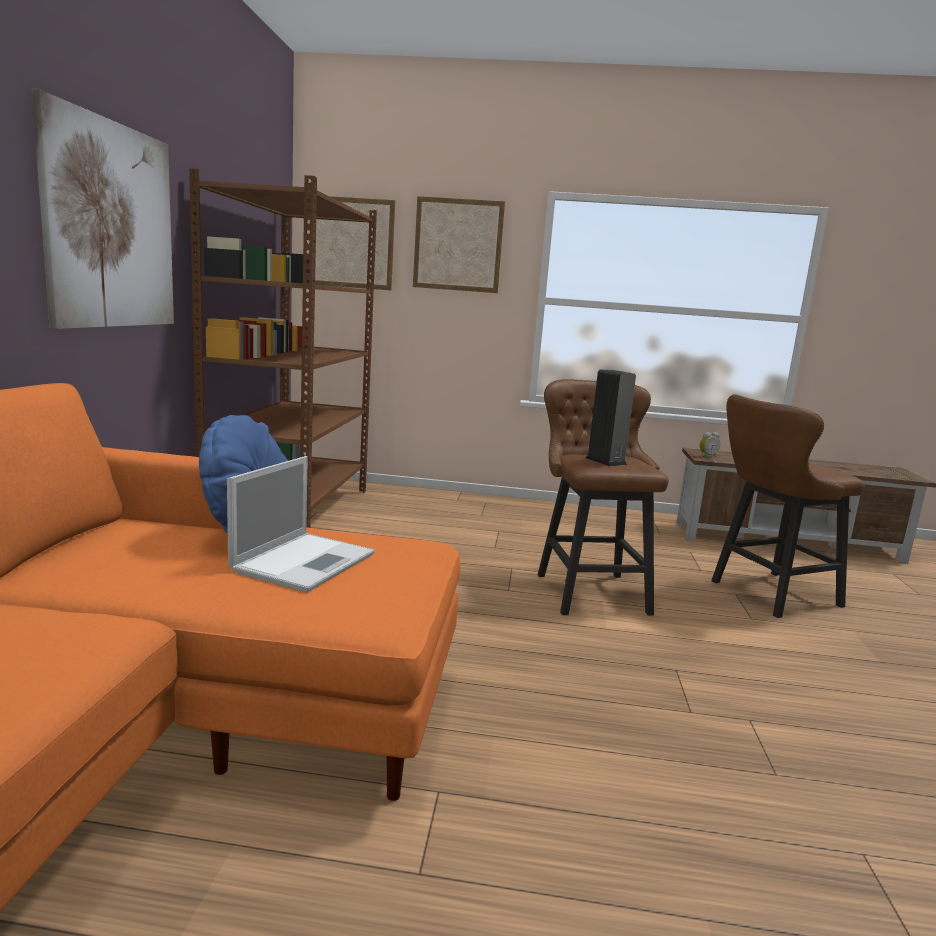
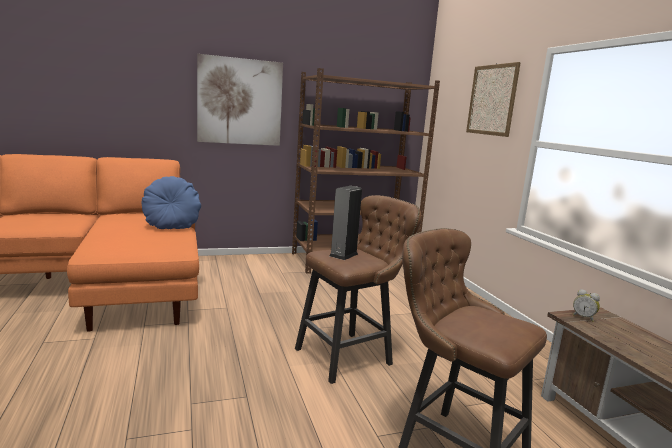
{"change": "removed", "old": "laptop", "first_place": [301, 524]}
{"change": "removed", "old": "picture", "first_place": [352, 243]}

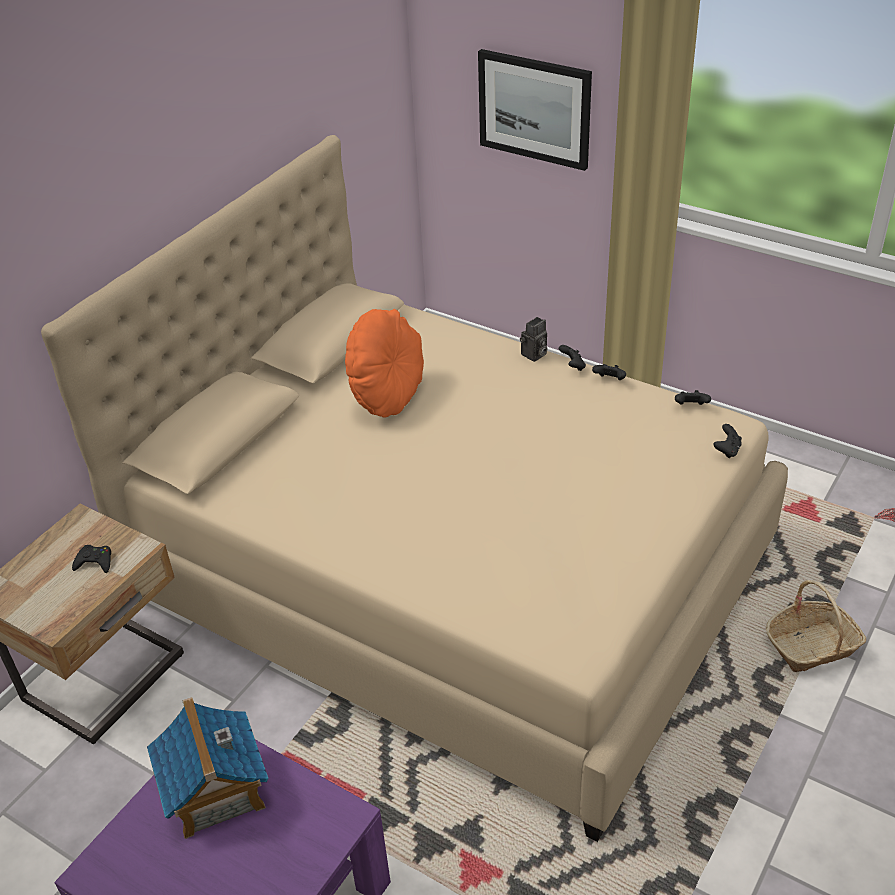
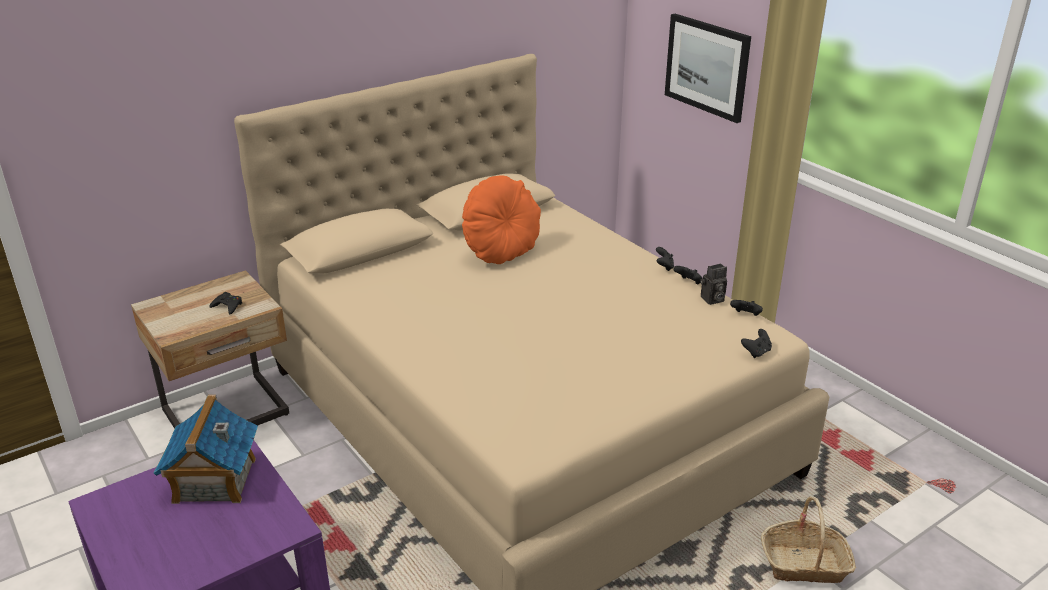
{"change": "moved", "old": "photo camera", "first_place": [533, 339], "second_place": [713, 284]}

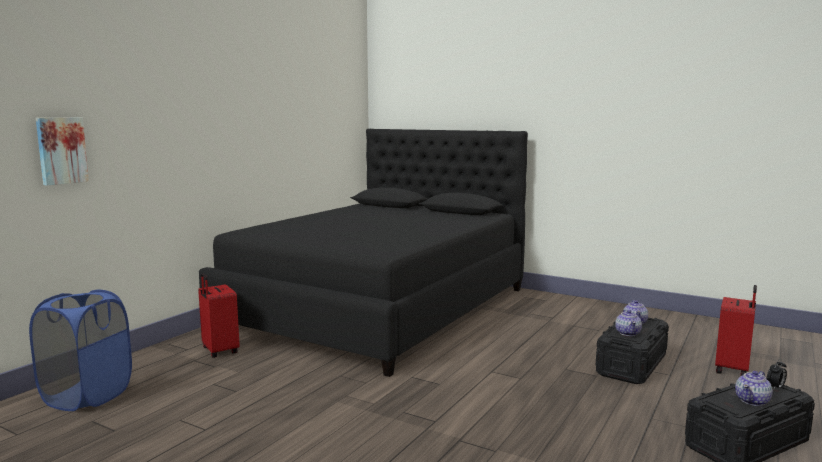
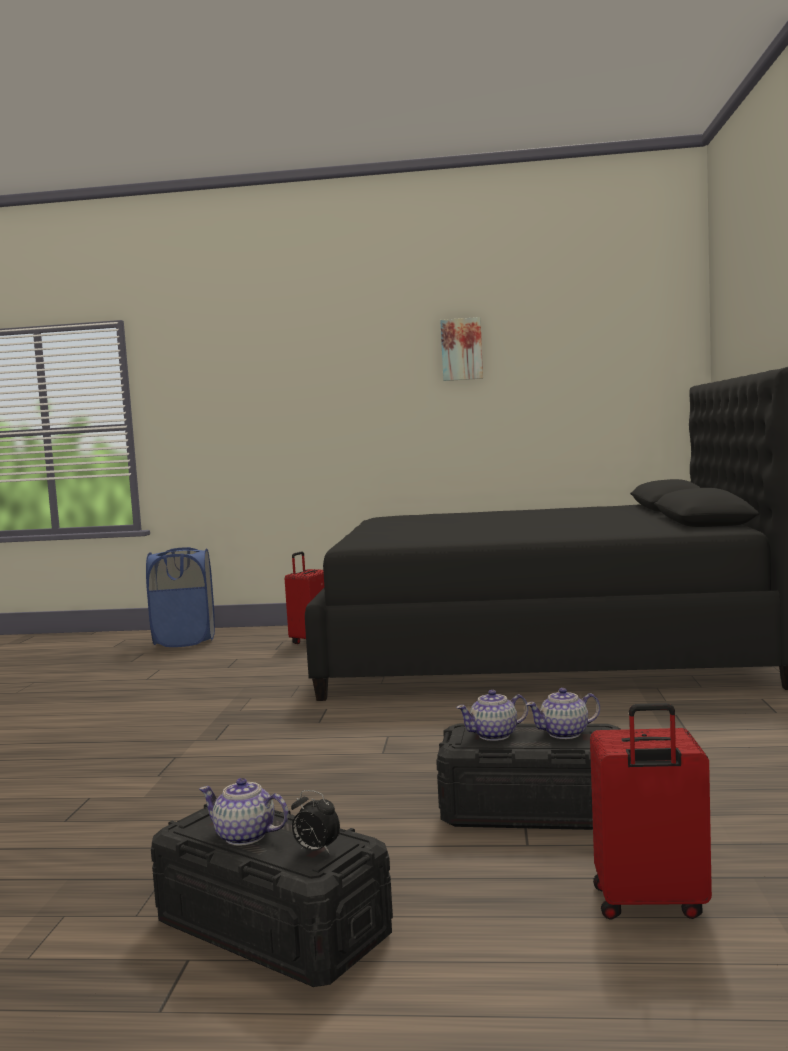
{"change": "moved", "old": "picture", "first_place": [62, 152], "second_place": [461, 349]}

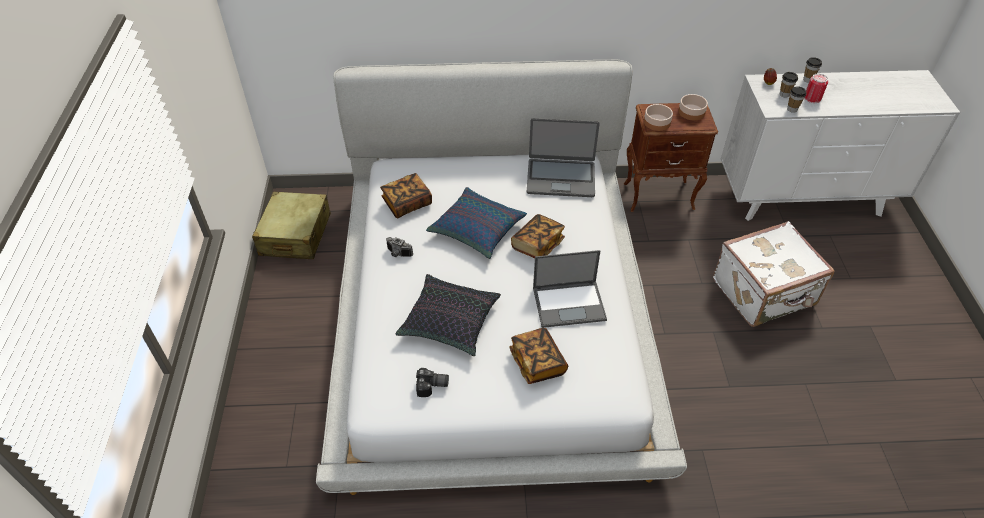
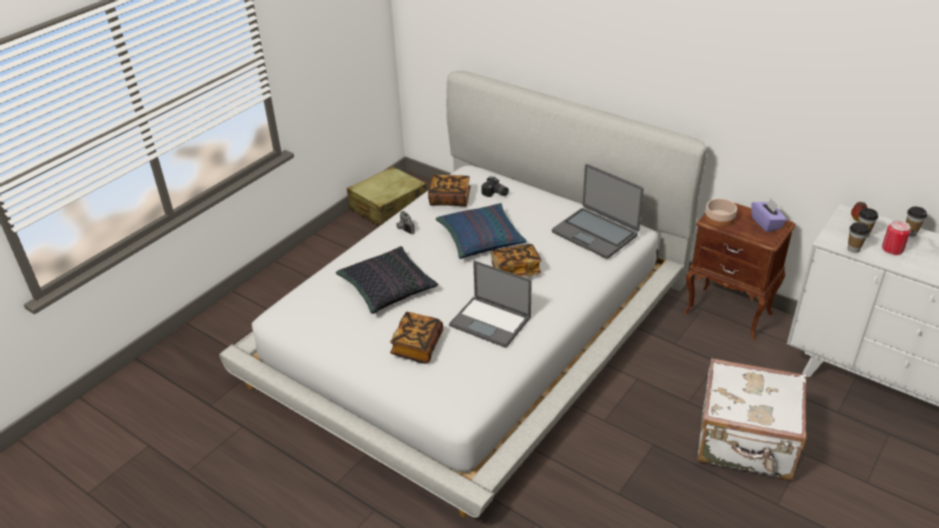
{"change": "moved", "old": "photo camera", "first_place": [432, 382], "second_place": [495, 186]}
{"change": "replaced", "old": "bowl", "new": "tissue box in purple", "first_place": [693, 107], "second_place": [769, 215]}

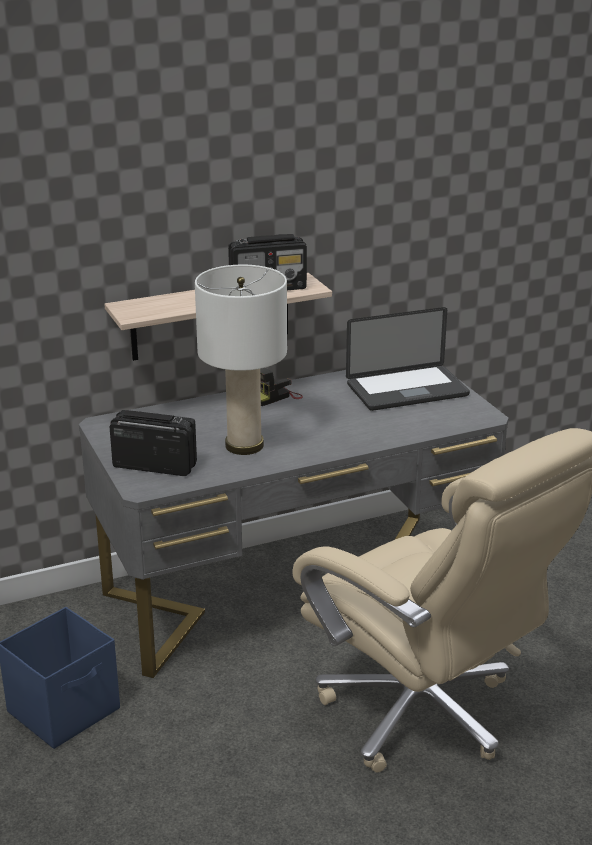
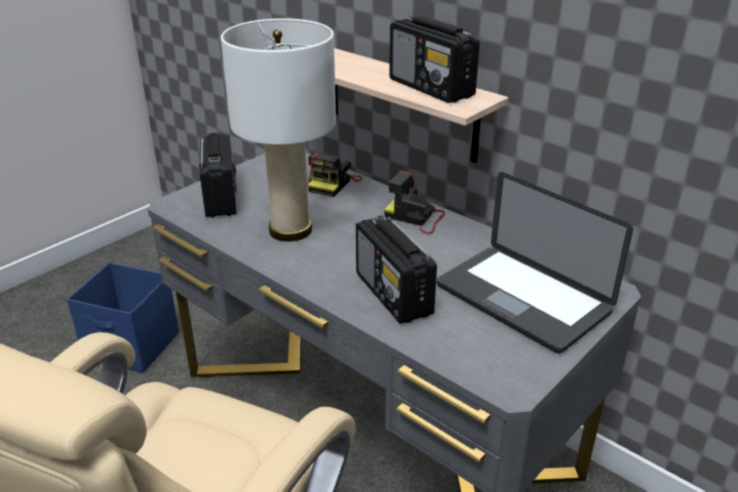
{"change": "added", "new": "photo camera", "second_place": [335, 174]}
{"change": "added", "new": "radio", "second_place": [396, 270]}

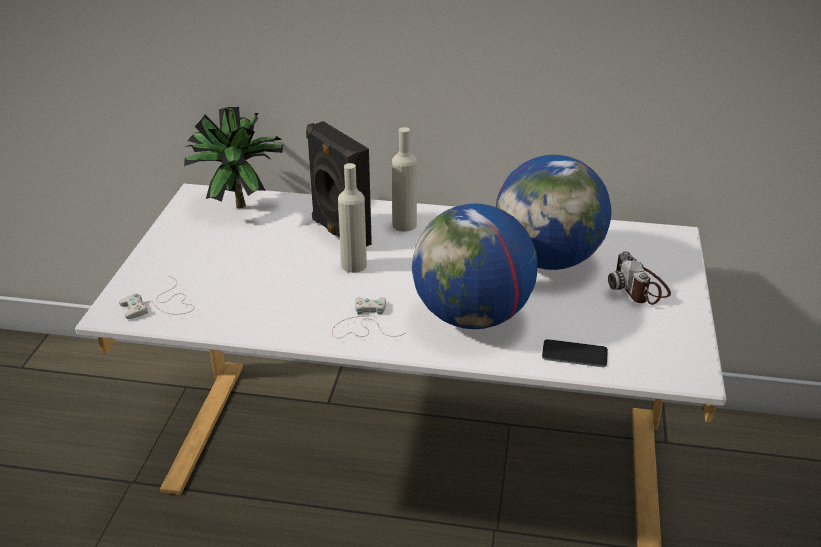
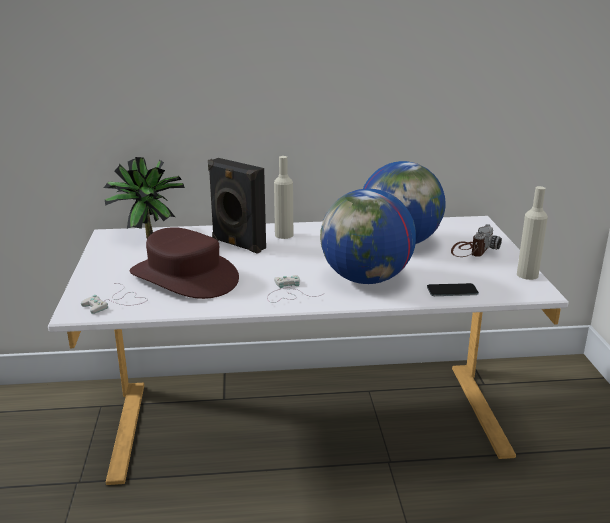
{"change": "added", "new": "hat in brown", "second_place": [184, 263]}
{"change": "moved", "old": "bottle in beige", "first_place": [352, 218], "second_place": [532, 233]}
{"change": "turned", "old": "photo camera", "first_place": [639, 278], "second_place": [476, 240], "degrees": -120}

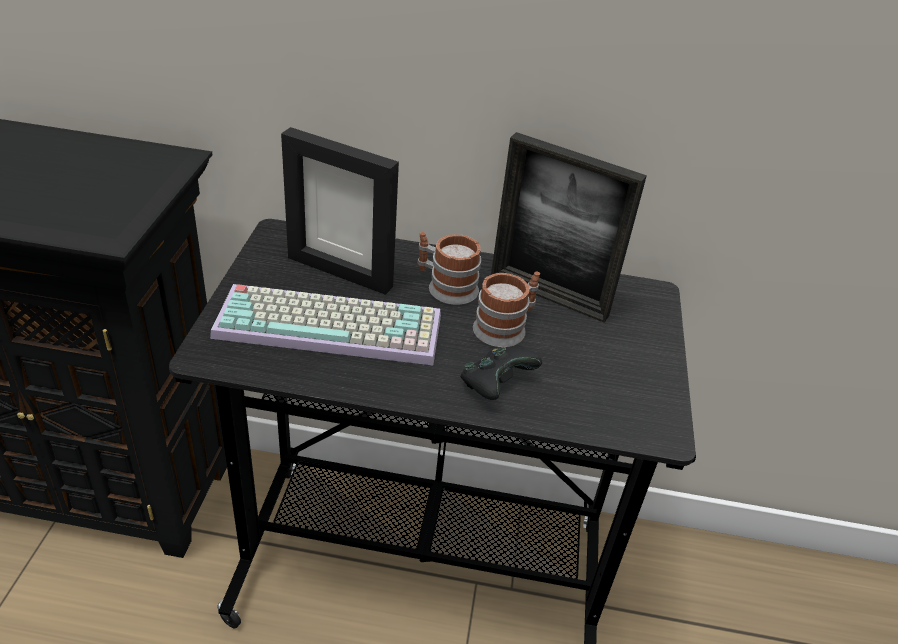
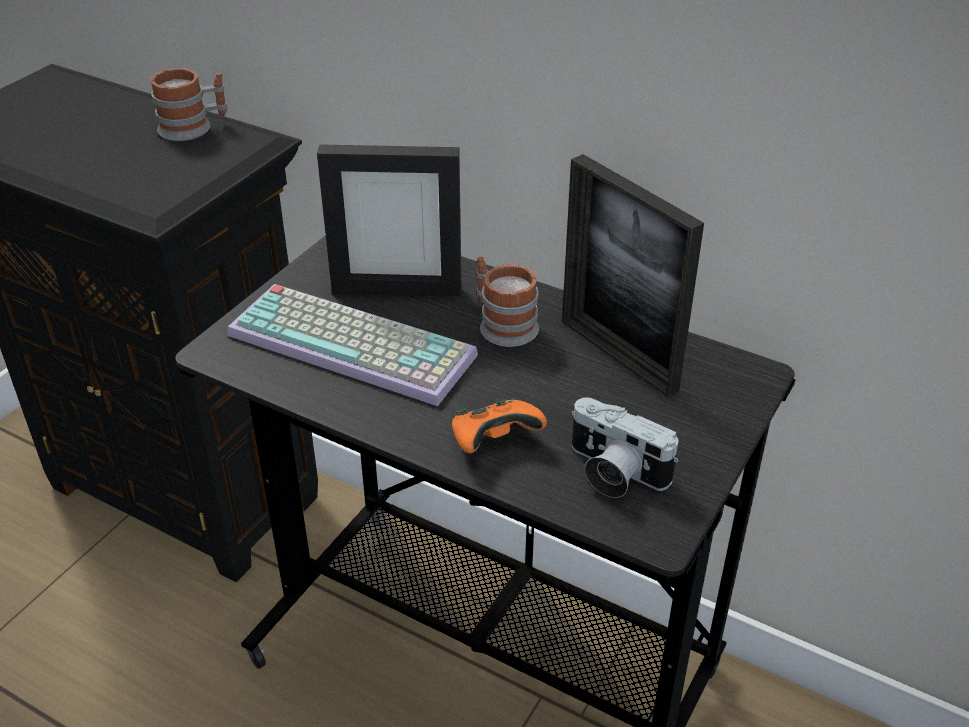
{"change": "added", "new": "photo camera", "second_place": [625, 447]}
{"change": "moved", "old": "mug", "first_place": [506, 309], "second_place": [189, 104]}
{"change": "recoloured", "old": "game controller in black", "new": "game controller in orange", "first_place": [501, 373], "second_place": [499, 426]}
{"change": "turned", "old": "picture frame", "first_place": [340, 211], "second_place": [389, 220], "degrees": -45}

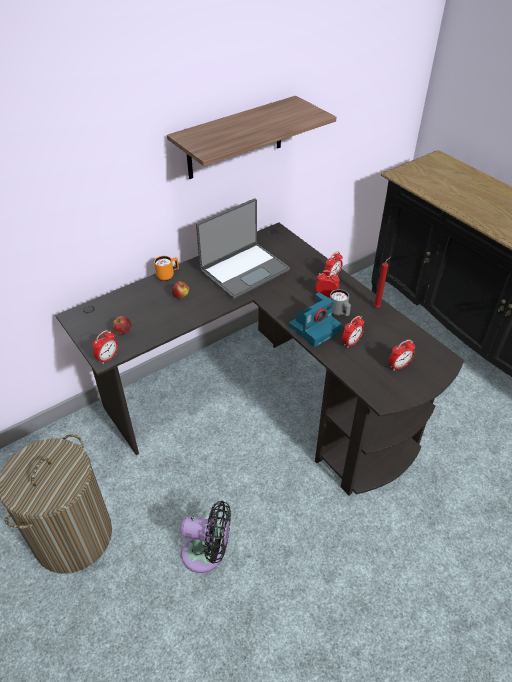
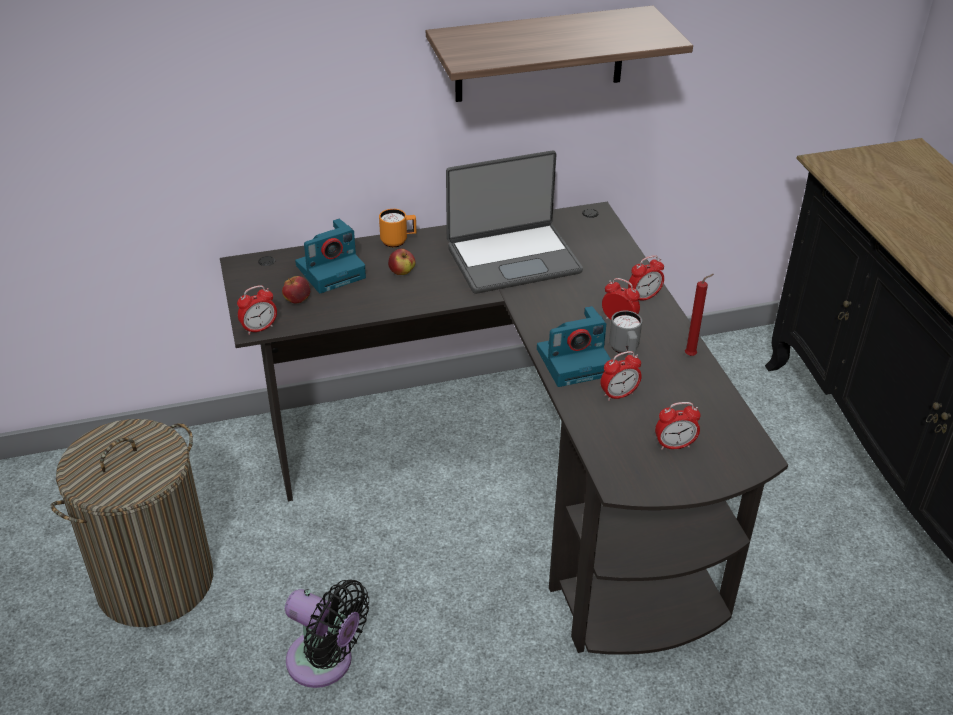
{"change": "added", "new": "photo camera", "second_place": [330, 256]}

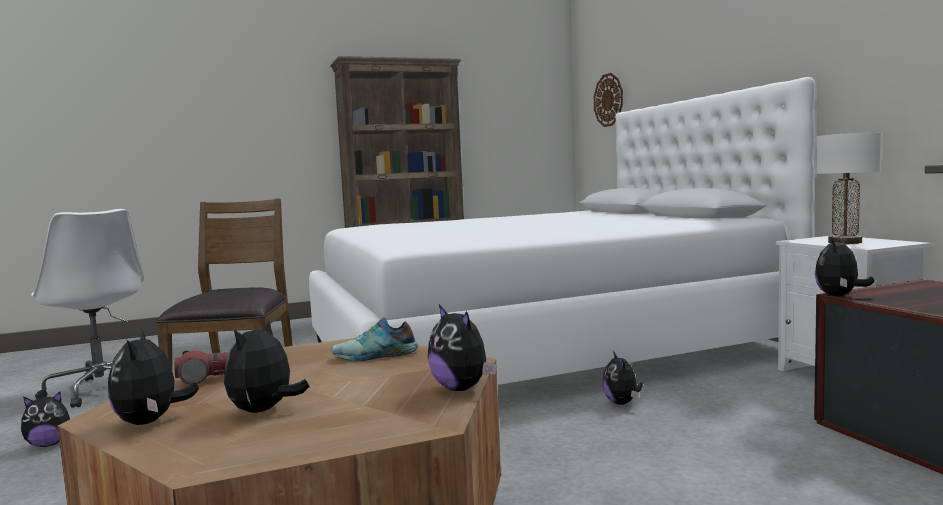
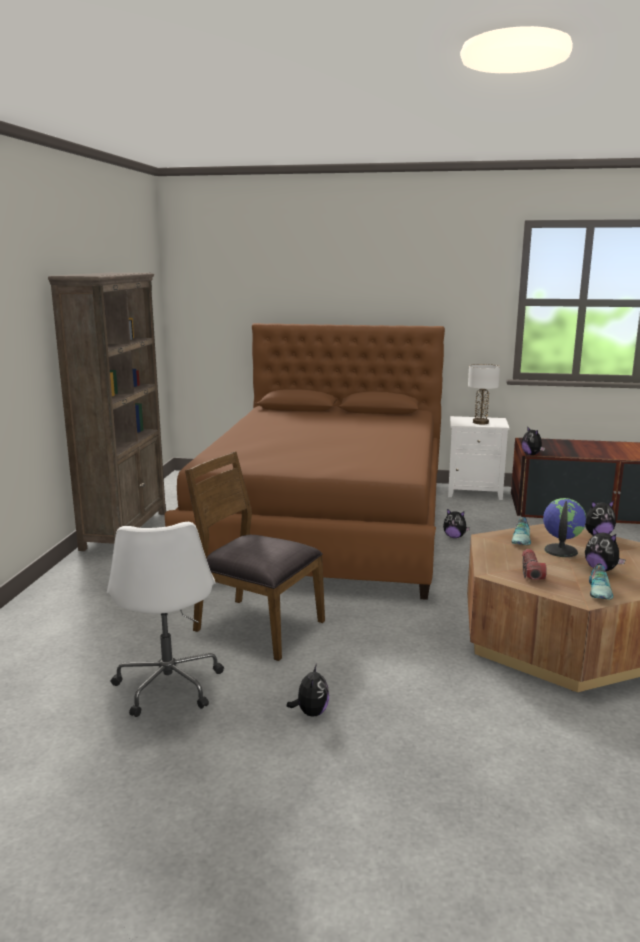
{"change": "removed", "old": "wall clock", "first_place": [608, 100]}
{"change": "added", "new": "globe", "second_place": [564, 527]}
{"change": "replaced", "old": "plush toy", "new": "shoe", "first_place": [153, 377], "second_place": [601, 581]}
{"change": "recoloured", "old": "bed in white", "new": "bed in brown", "first_place": [562, 231], "second_place": [305, 461]}
{"change": "turned", "old": "office chair in white", "first_place": [87, 308], "second_place": [165, 619], "degrees": 90}

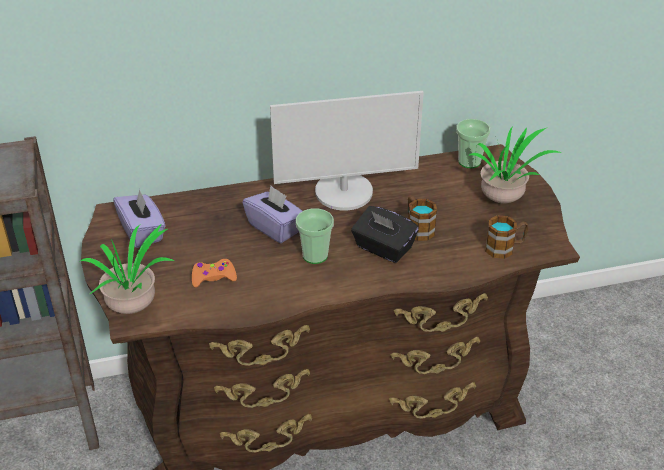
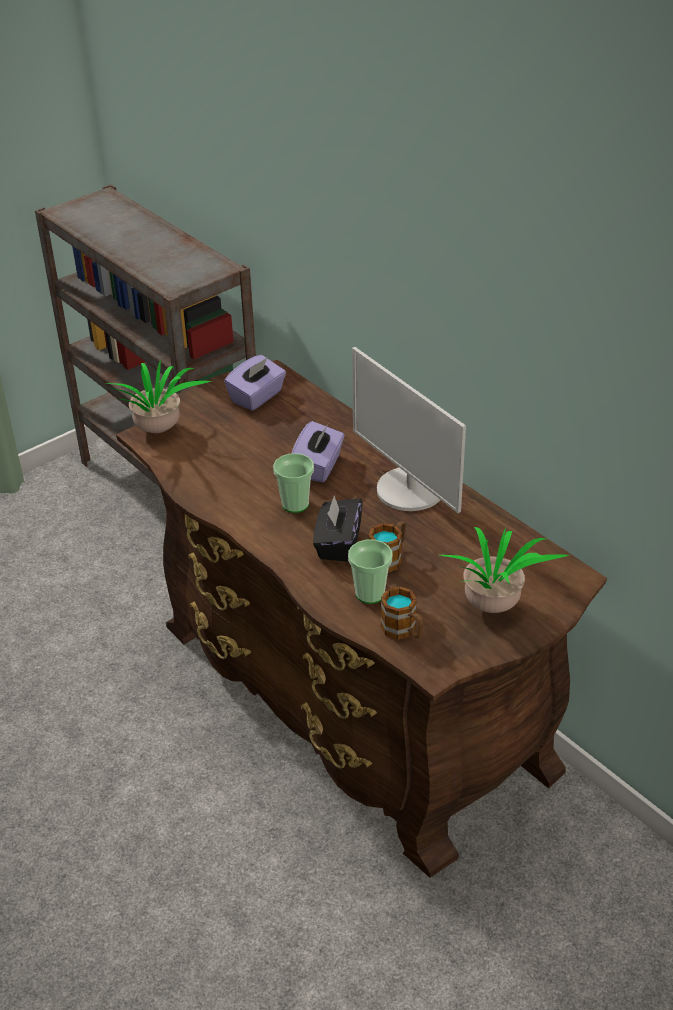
{"change": "removed", "old": "game controller in orange", "first_place": [214, 273]}
{"change": "moved", "old": "cup", "first_place": [473, 143], "second_place": [370, 571]}

